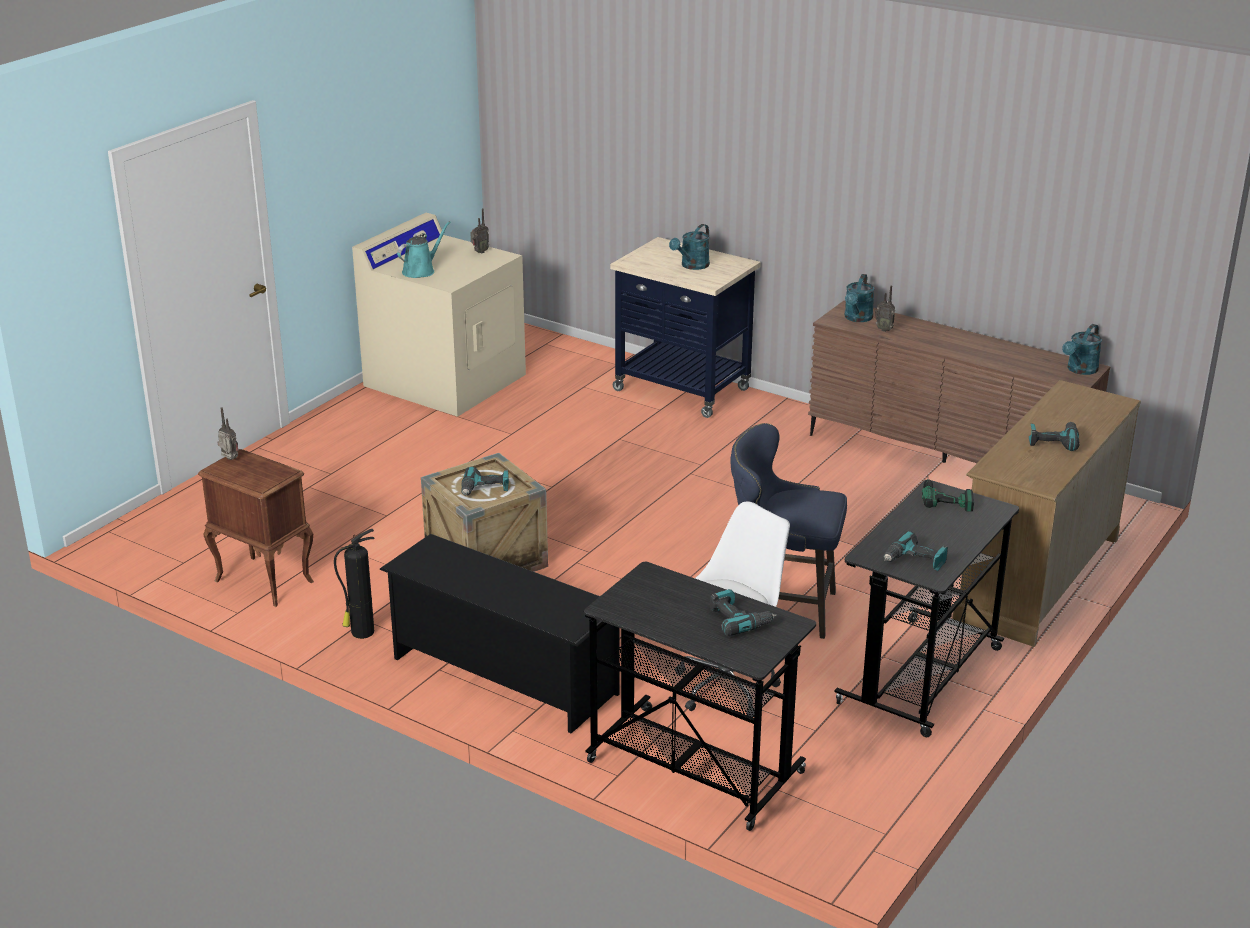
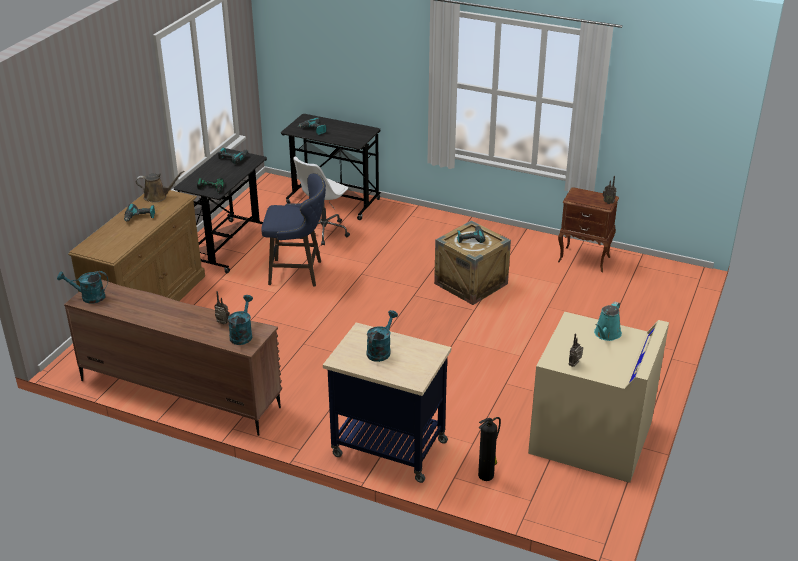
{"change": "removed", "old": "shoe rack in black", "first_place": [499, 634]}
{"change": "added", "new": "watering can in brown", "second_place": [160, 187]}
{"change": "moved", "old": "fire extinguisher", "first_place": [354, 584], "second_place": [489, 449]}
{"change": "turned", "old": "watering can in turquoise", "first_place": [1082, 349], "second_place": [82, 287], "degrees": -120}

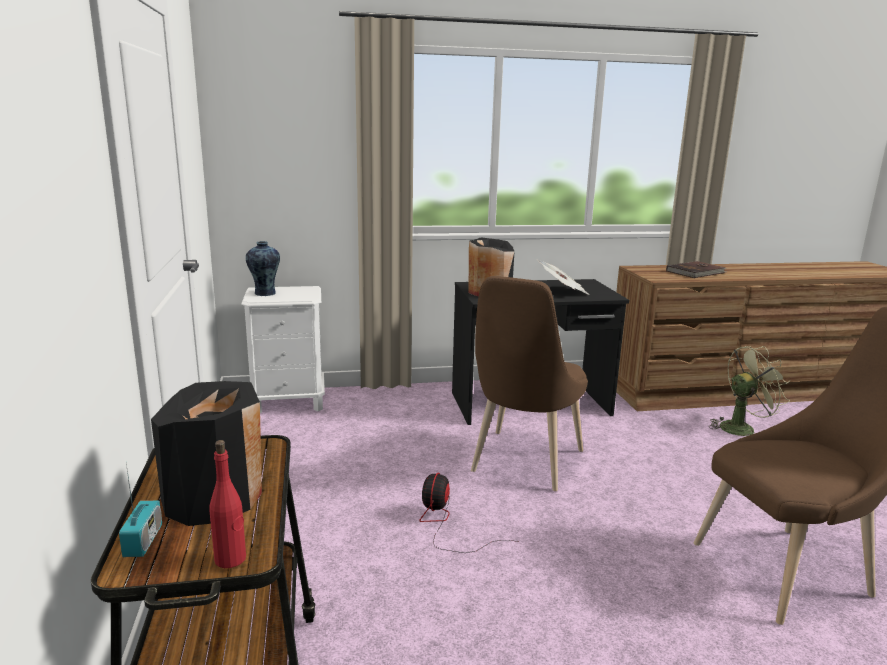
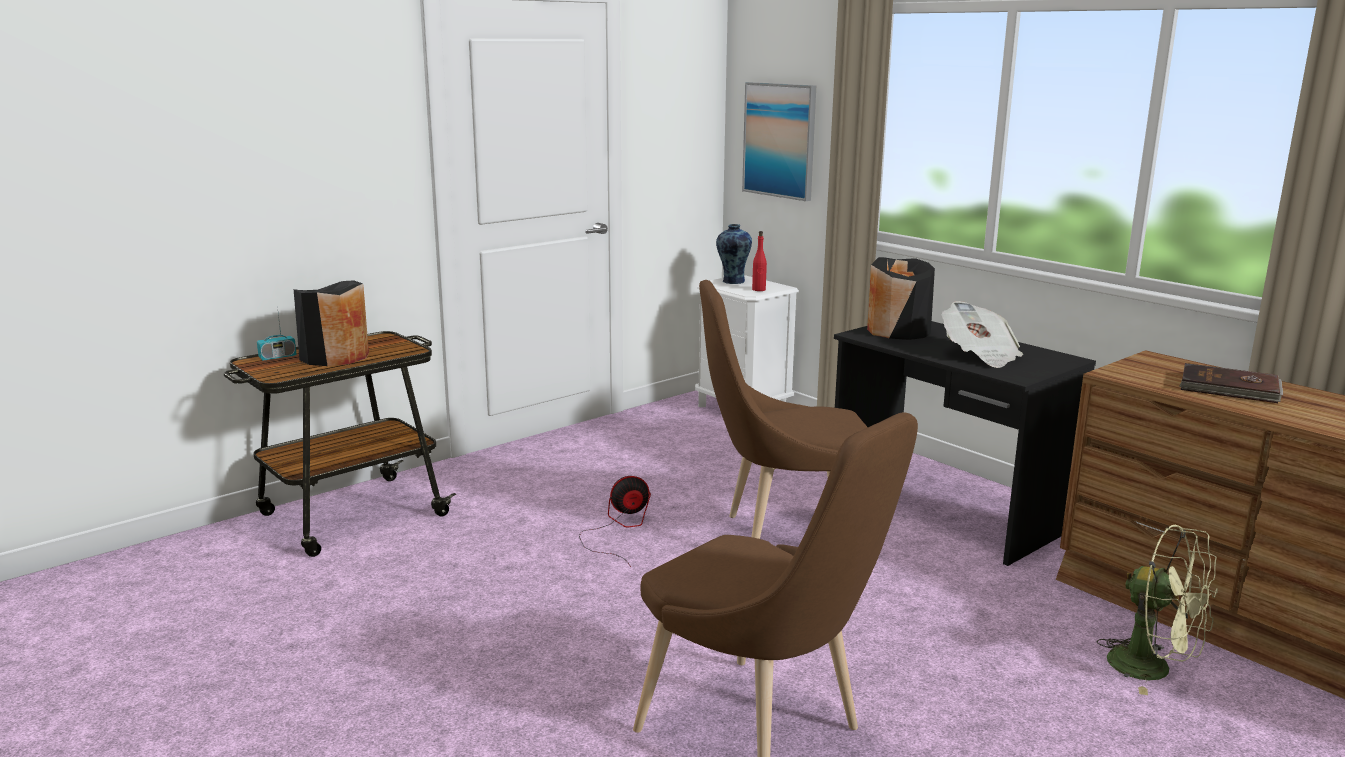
{"change": "added", "new": "picture", "second_place": [779, 141]}
{"change": "moved", "old": "bottle in red", "first_place": [227, 504], "second_place": [759, 261]}

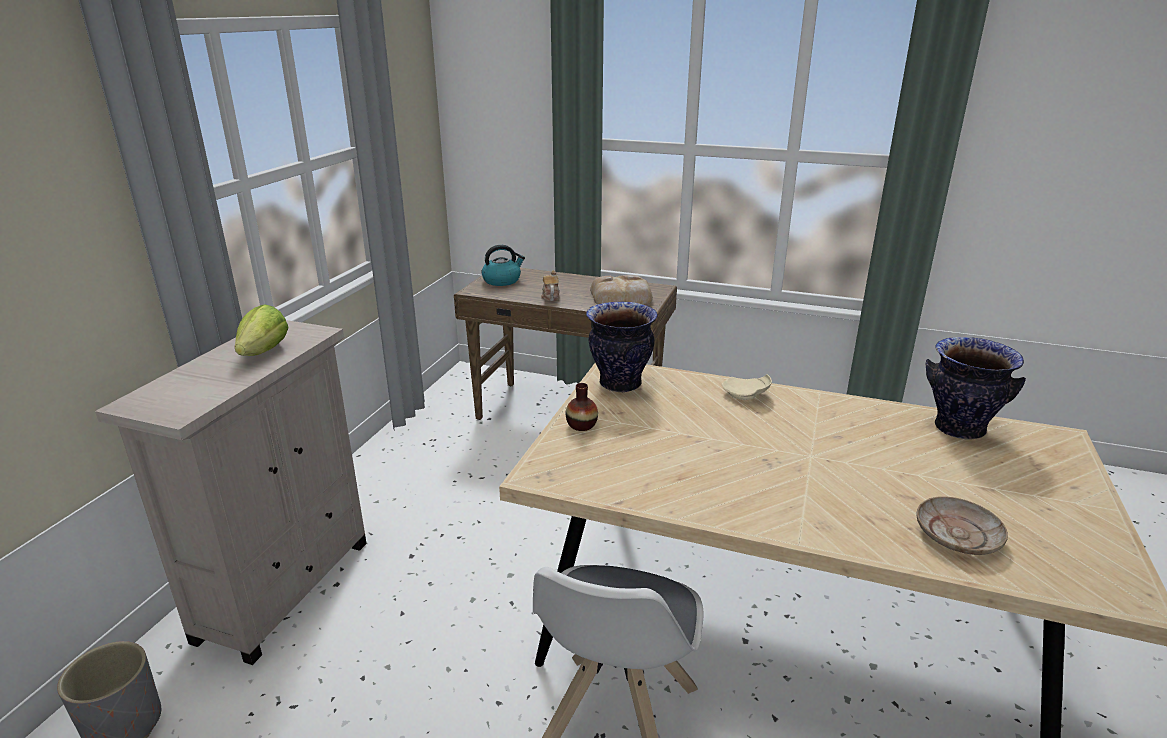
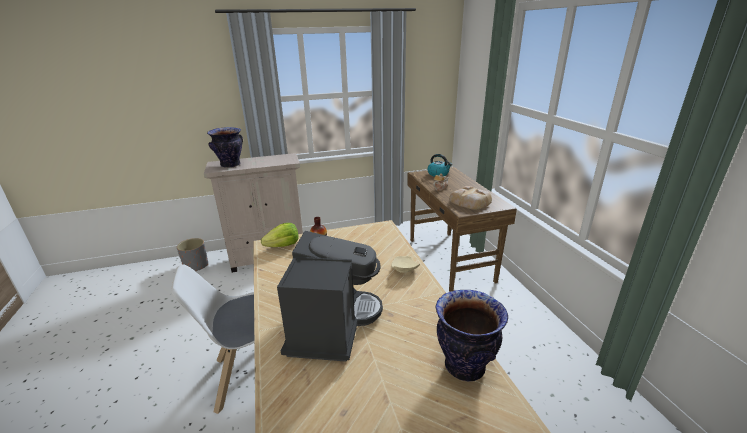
{"change": "removed", "old": "plate in beige", "first_place": [962, 525]}
{"change": "added", "new": "coffee machine", "second_place": [330, 296]}
{"change": "moved", "old": "lettuce", "first_place": [262, 330], "second_place": [280, 235]}
{"change": "moved", "old": "vase", "first_place": [622, 347], "second_place": [225, 147]}

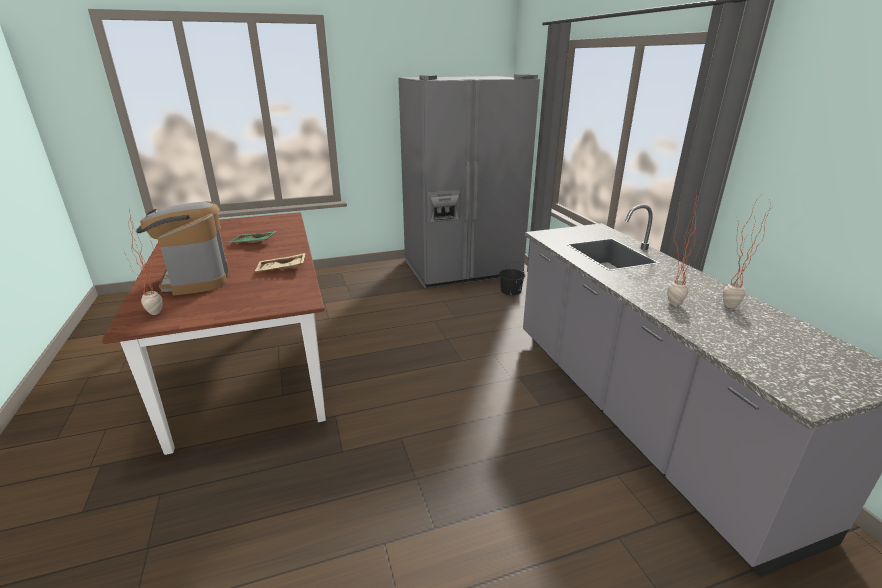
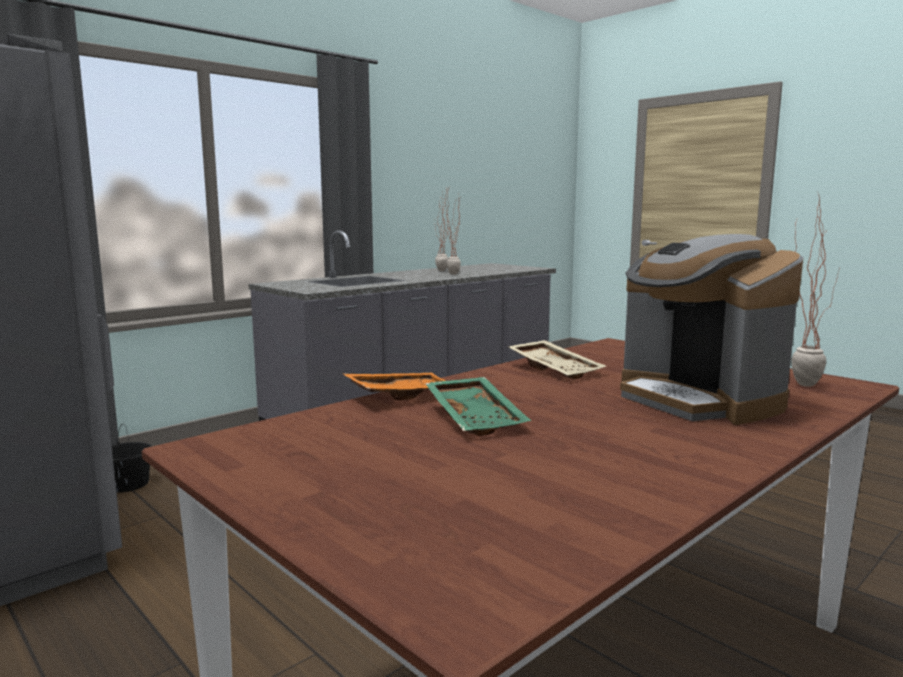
{"change": "added", "new": "tray in orange", "second_place": [394, 386]}
{"change": "turned", "old": "coffee machine", "first_place": [182, 248], "second_place": [711, 329], "degrees": 105}

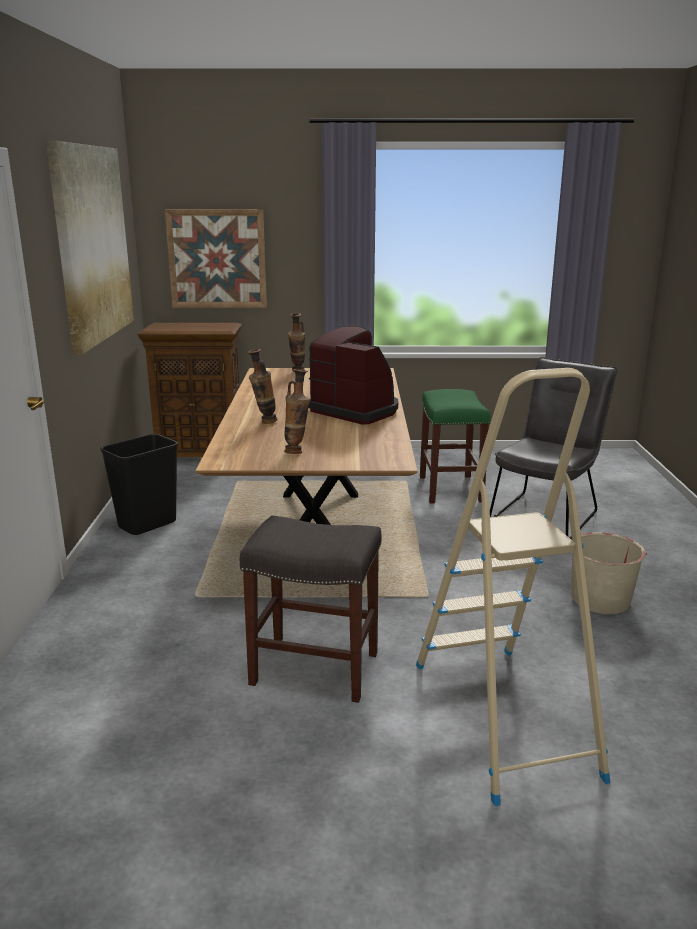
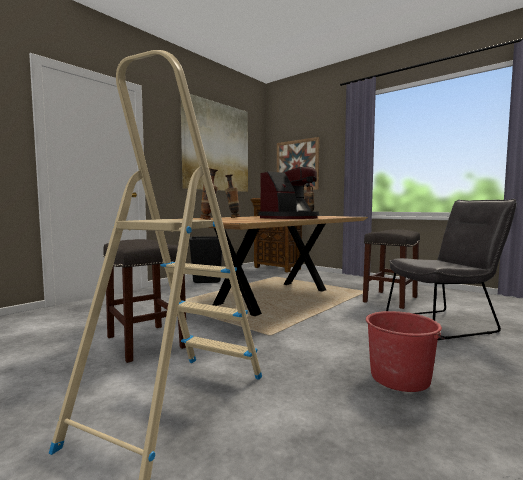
{"change": "recoloured", "old": "stool in green", "new": "stool in grey", "first_place": [455, 446], "second_place": [391, 269]}
{"change": "recoloured", "old": "bucket in beige", "new": "bucket in red", "first_place": [609, 573], "second_place": [405, 351]}
{"change": "turned", "old": "coffee machine", "first_place": [353, 375], "second_place": [288, 193], "degrees": 60}

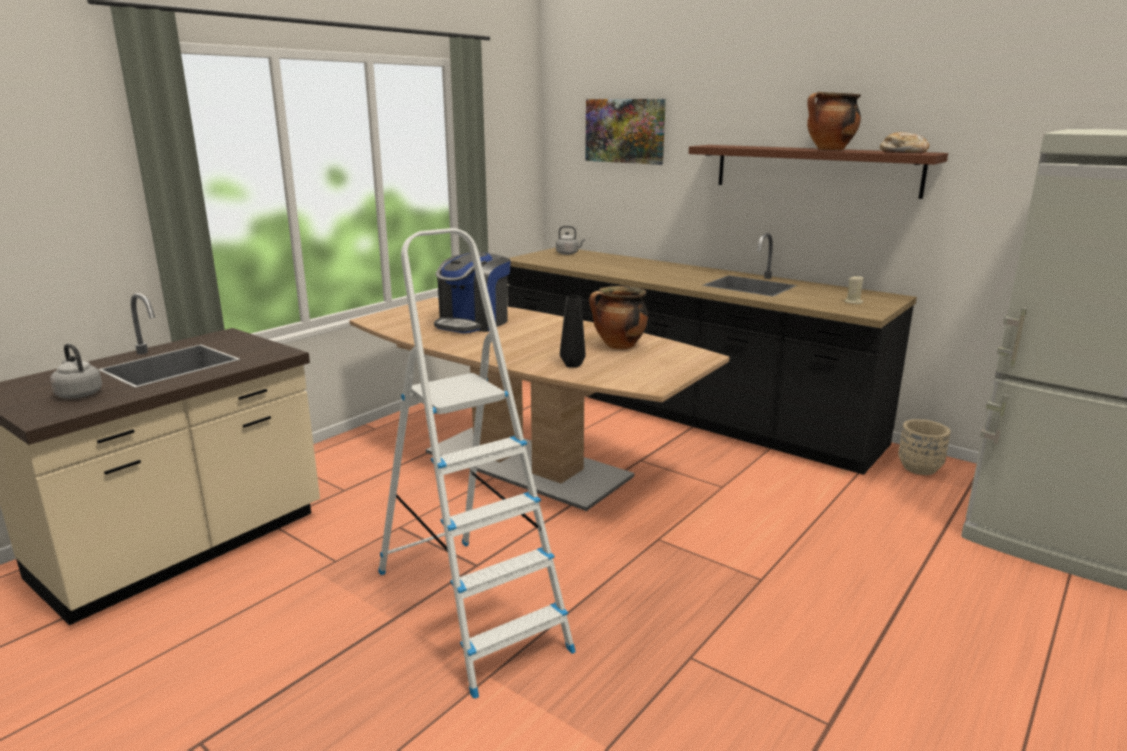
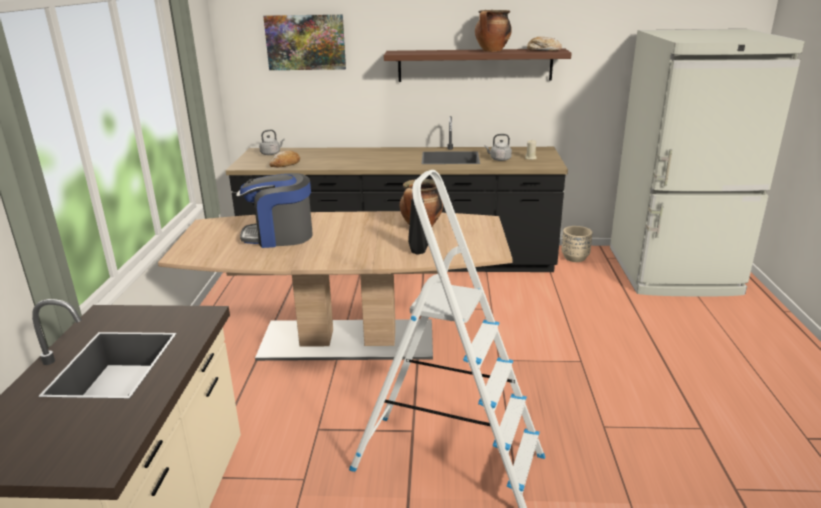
{"change": "added", "new": "bread", "second_place": [284, 158]}
{"change": "moved", "old": "kettle in grey", "first_place": [76, 371], "second_place": [498, 147]}
{"change": "turned", "old": "coffee machine", "first_place": [472, 292], "second_place": [274, 210], "degrees": 90}

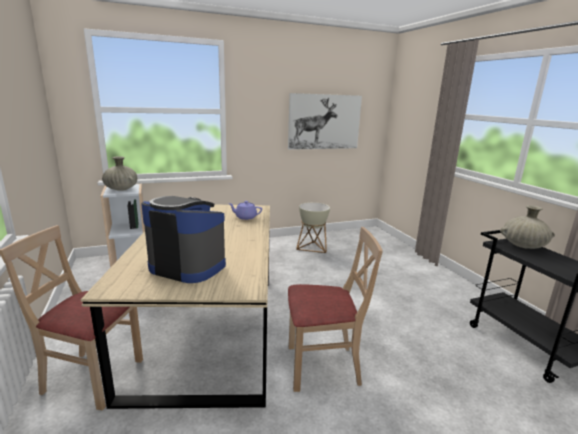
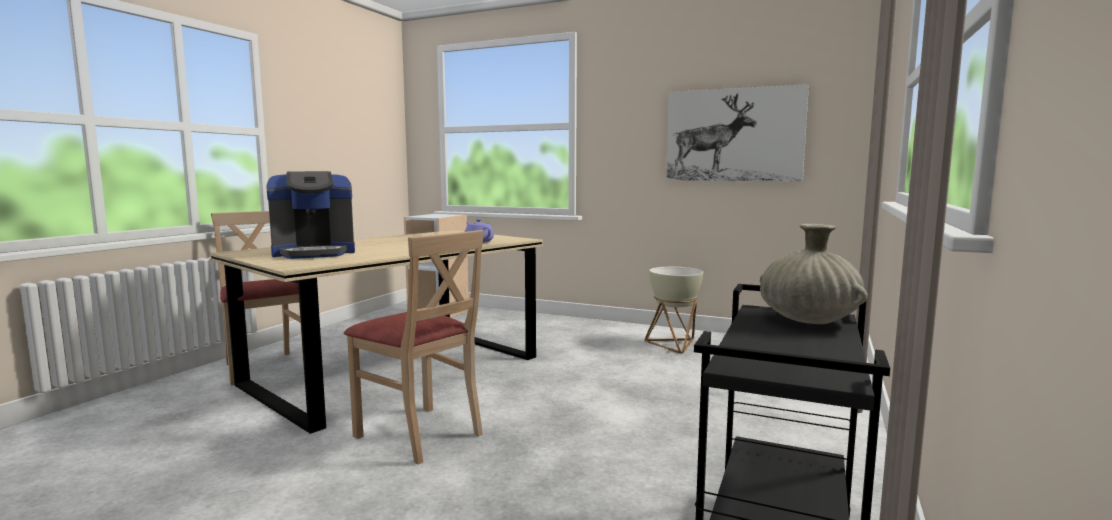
{"change": "removed", "old": "vase in beige", "first_place": [119, 173]}
{"change": "turned", "old": "coffee machine", "first_place": [183, 239], "second_place": [310, 215], "degrees": 90}

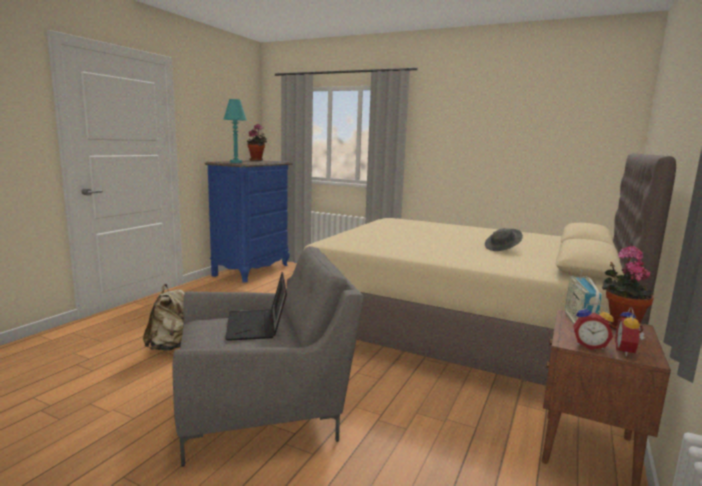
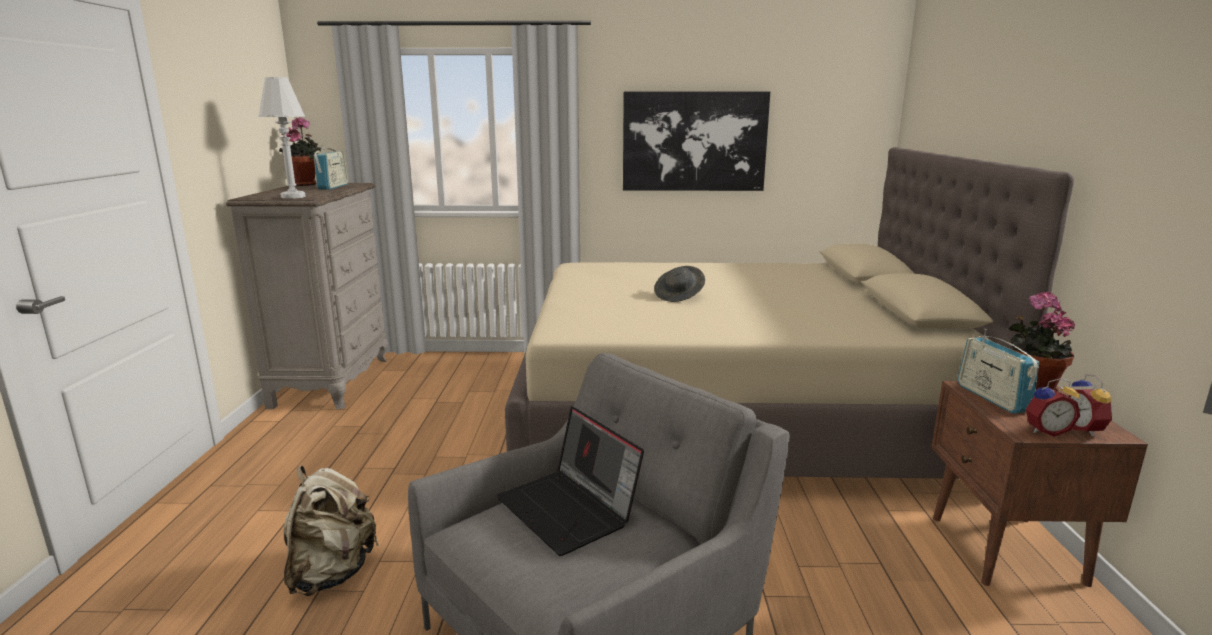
{"change": "added", "new": "radio", "second_place": [331, 167]}
{"change": "added", "new": "picture", "second_place": [696, 141]}
{"change": "moved", "old": "hat in grey", "first_place": [504, 239], "second_place": [679, 284]}
{"change": "recoloured", "old": "dresser in blue", "new": "dresser in beige", "first_place": [248, 221], "second_place": [307, 296]}
{"change": "recoloured", "old": "table lamp in turquoise", "new": "table lamp in white", "first_place": [235, 131], "second_place": [282, 138]}

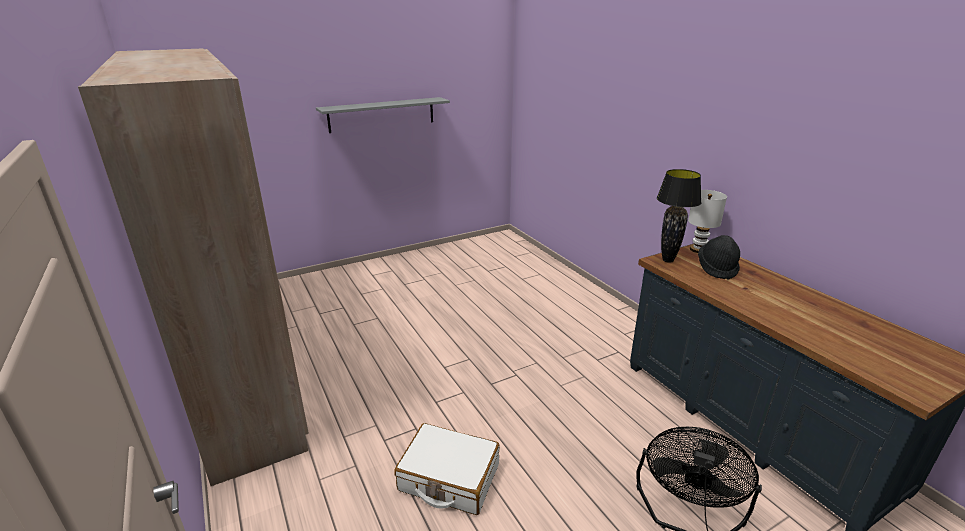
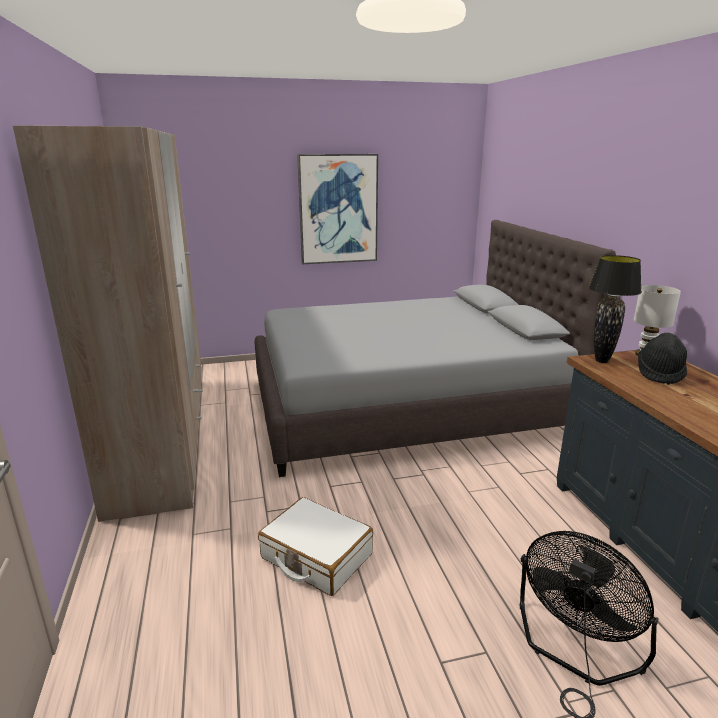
{"change": "added", "new": "bed in grey", "second_place": [435, 348]}
{"change": "replaced", "old": "shelf in grey", "new": "picture", "first_place": [383, 115], "second_place": [337, 209]}

